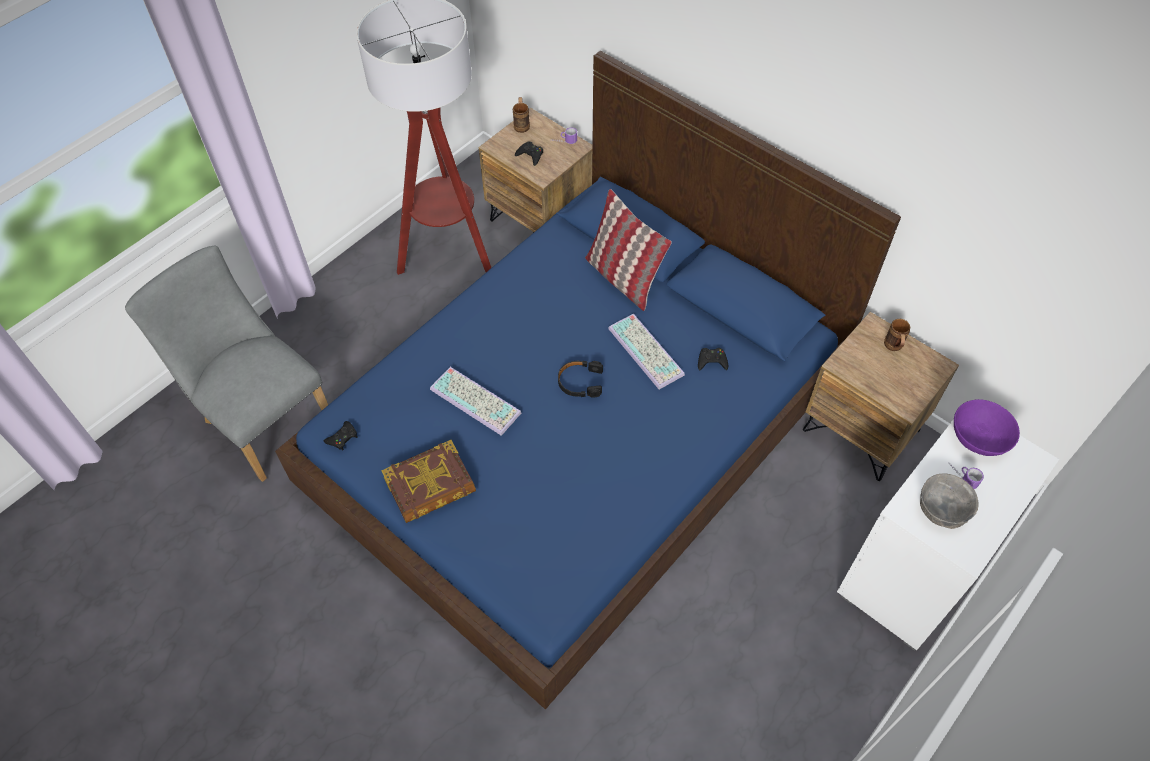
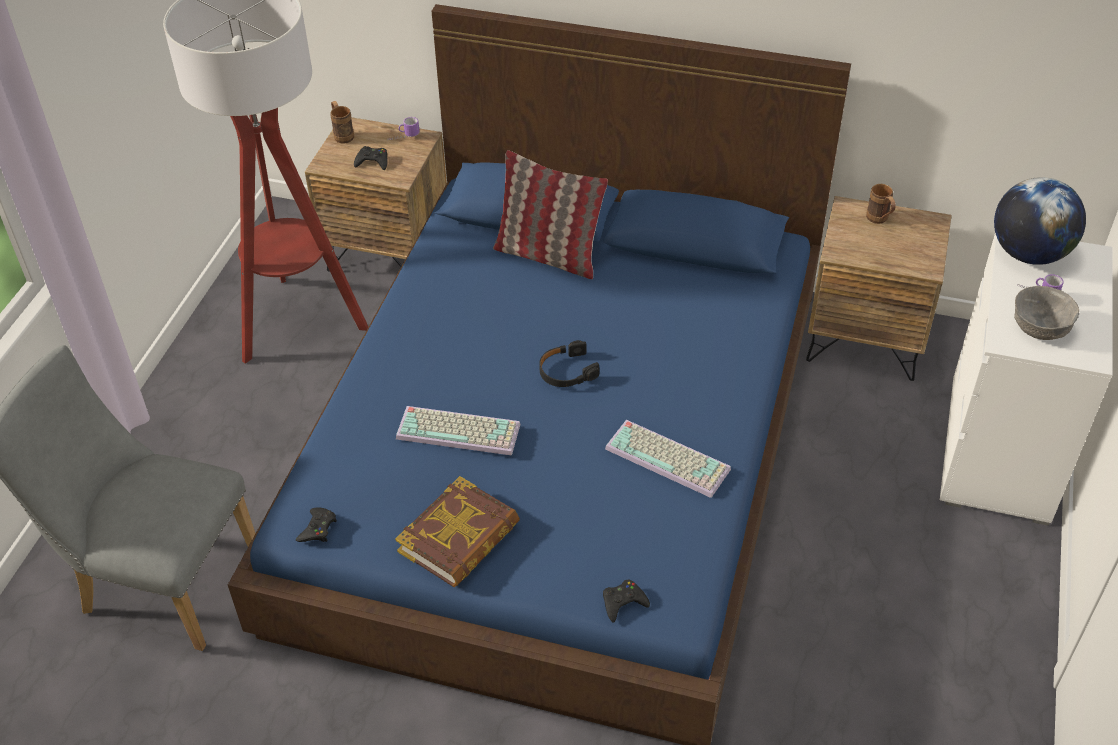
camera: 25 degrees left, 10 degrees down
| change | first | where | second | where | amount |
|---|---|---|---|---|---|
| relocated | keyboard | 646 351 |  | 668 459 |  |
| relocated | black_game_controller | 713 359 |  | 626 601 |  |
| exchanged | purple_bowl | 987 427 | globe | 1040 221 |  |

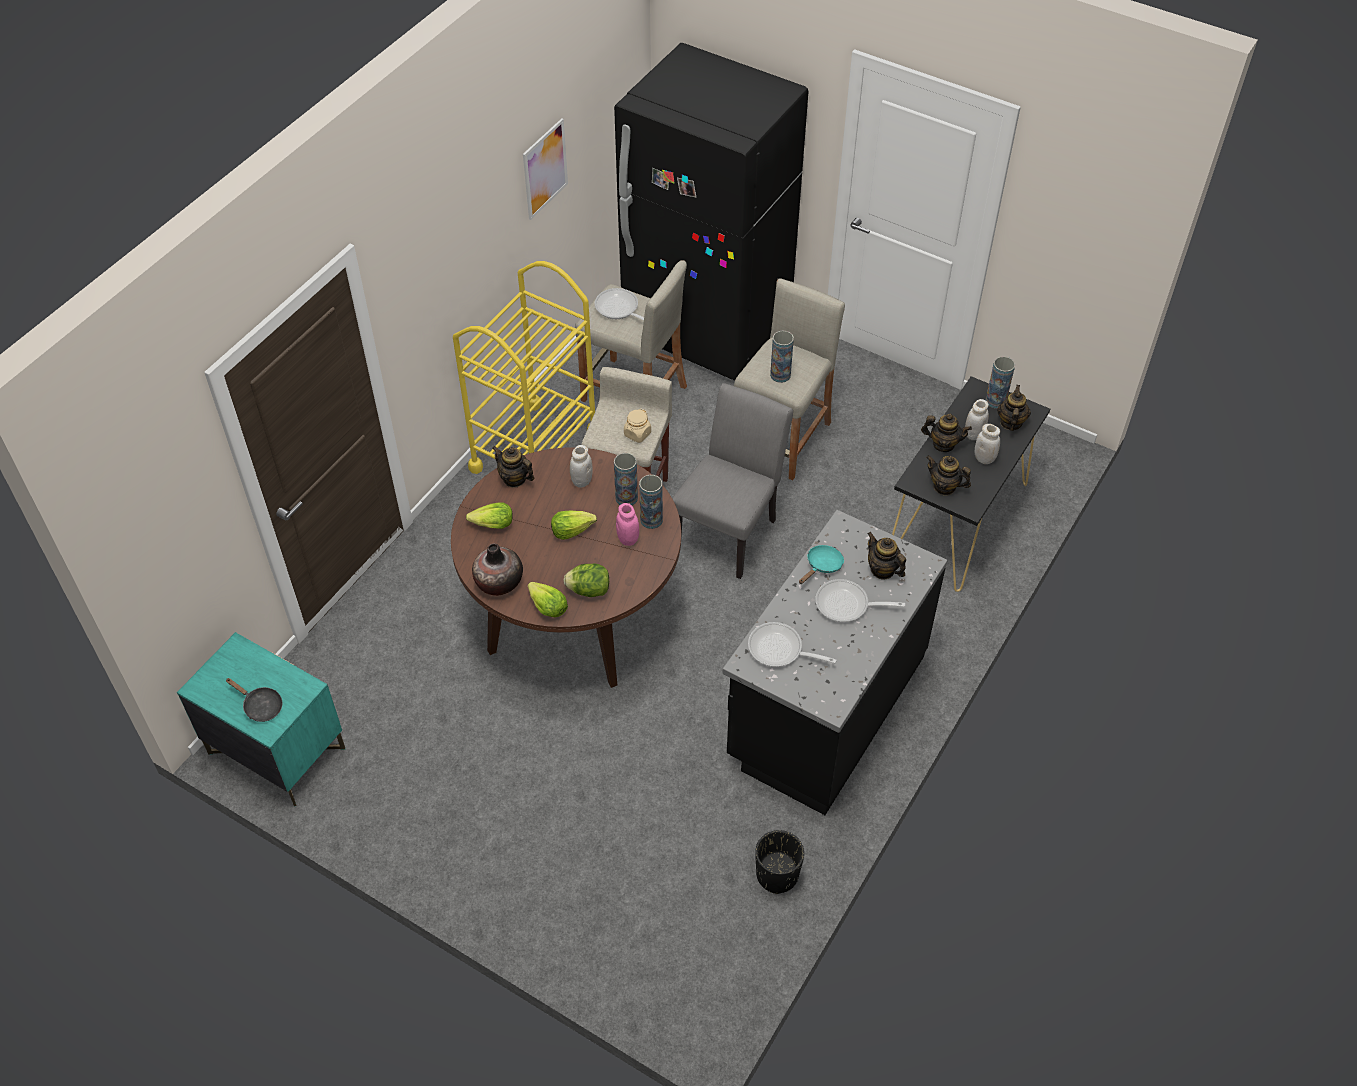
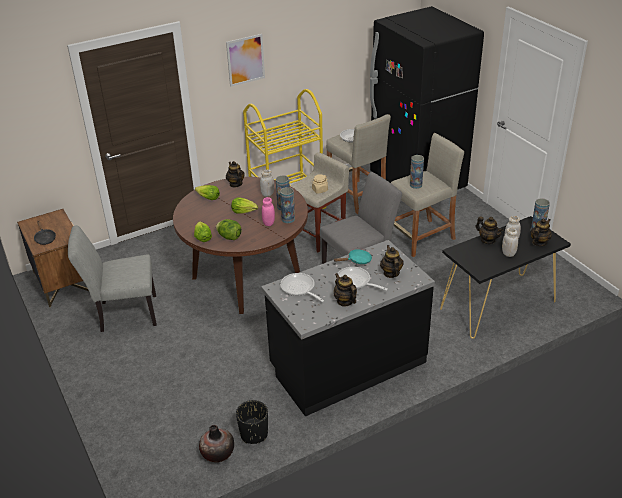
camera: 30 degrees right, 15 degrees down
| change | first | where | second | where | amount |
|---|---|---|---|---|---|
| colour | turquoise_nightstand | 261 719 | brown_nightstand | 53 258 |  |
| relocated | vase | 497 569 |  | 216 443 |  |
| relocated | picture | 545 169 |  | 245 60 |  |
| relocated | teapot | 948 475 |  | 345 290 |  |
| appeared |  |  | grey_chair | 112 278 |  |

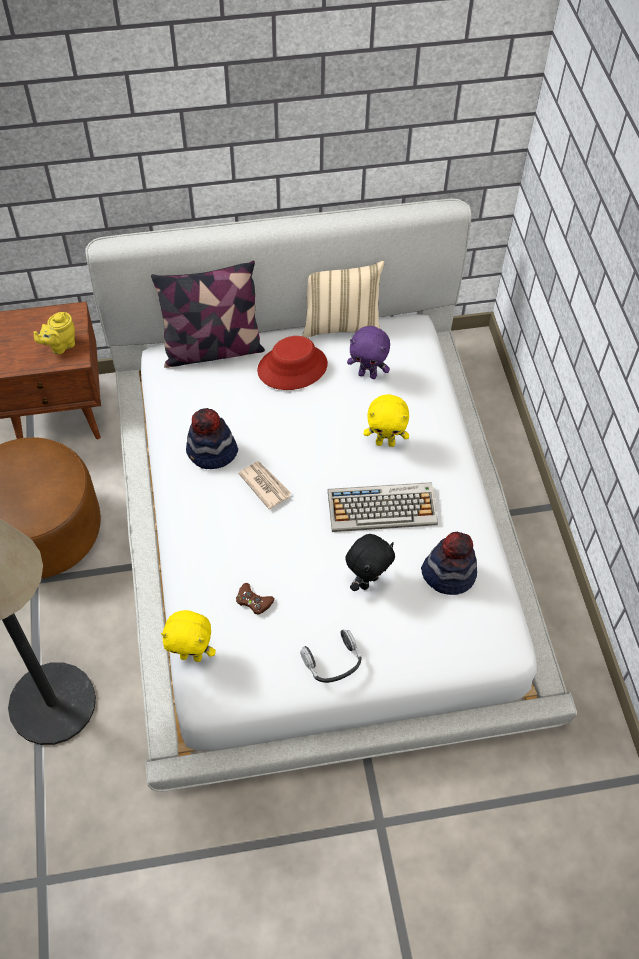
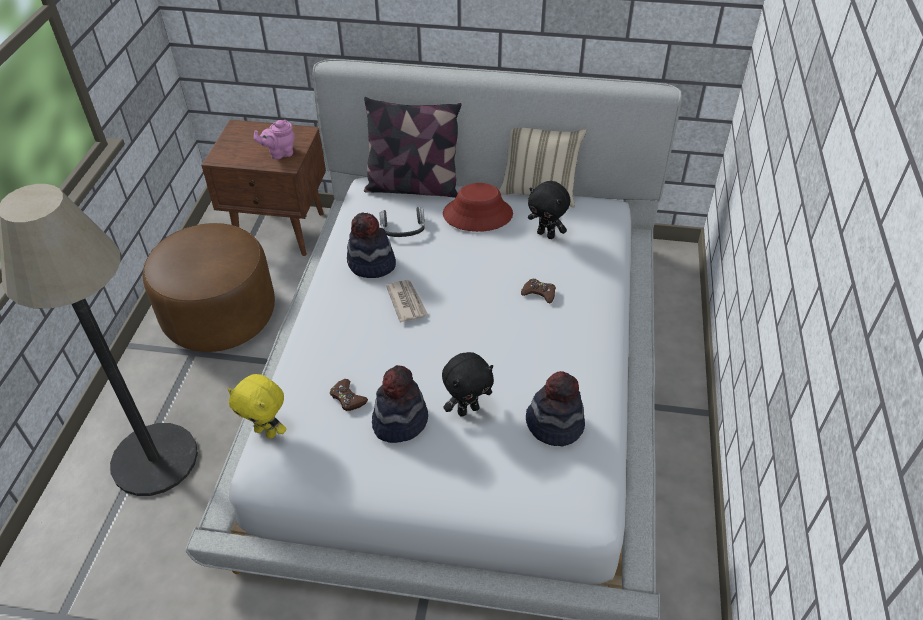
camera: 20 degrees right, 10 degrees down
| change | first | where | second | where | amount |
|---|---|---|---|---|---|
| colour | yellow_teapot | 54 333 | pink_teapot | 274 139 |  |
| relocated | headphones | 330 656 |  | 402 222 |  |
| missing | keyboard | 383 507 |  |  |  |
| colour | purple_plush_toy | 368 352 | black_plush_toy | 549 210 |  |
| exchanged | yellow_plush_toy | 386 420 | brown_game_controller | 538 291 |  |
| appeared |  |  | hat | 400 404 |  |

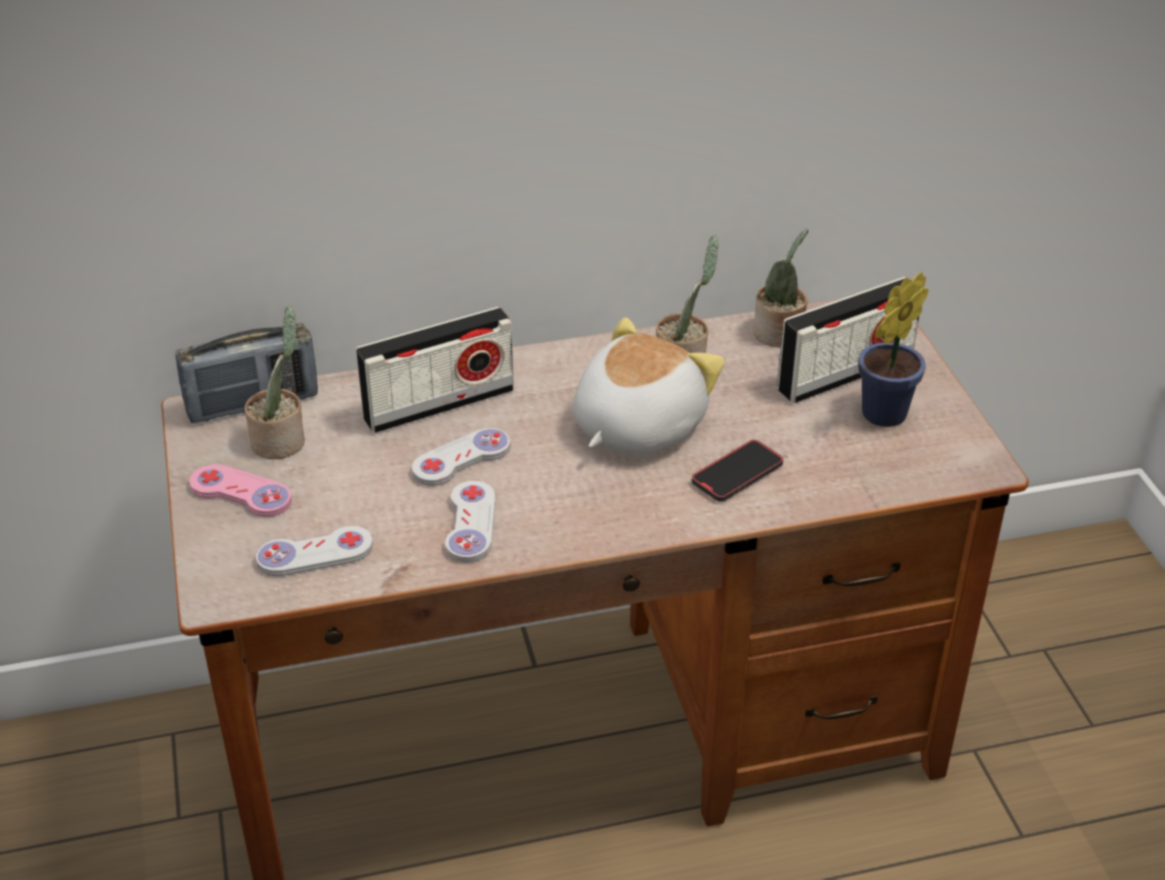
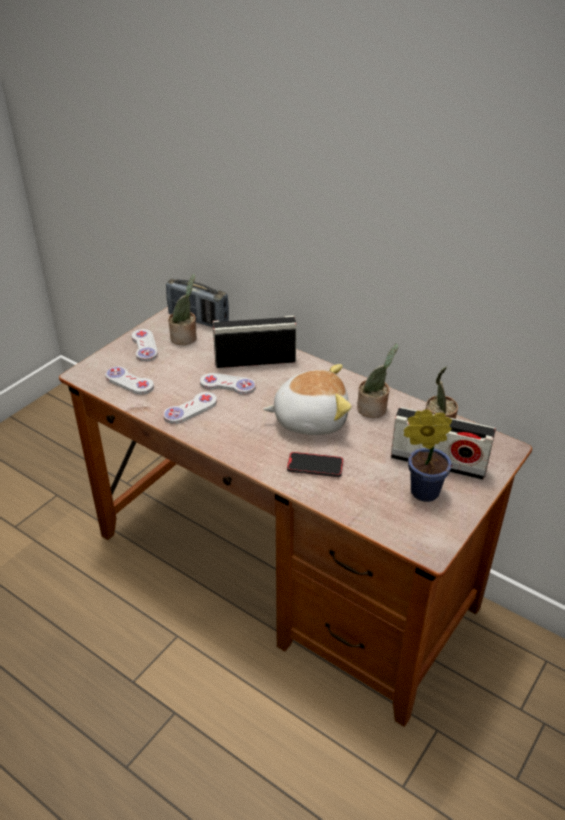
camera: 50 degrees right, 0 degrees up
| change | first | where | second | where | amount |
|---|---|---|---|---|---|
| colour | pink_game_controller | 240 491 | white_game_controller | 144 345 |  |
| spun | radio | 435 370 |  | 254 342 | 150 degrees clockwise |

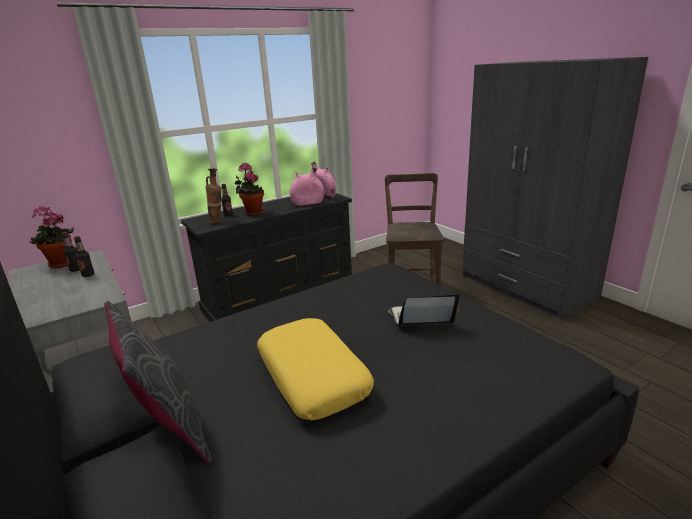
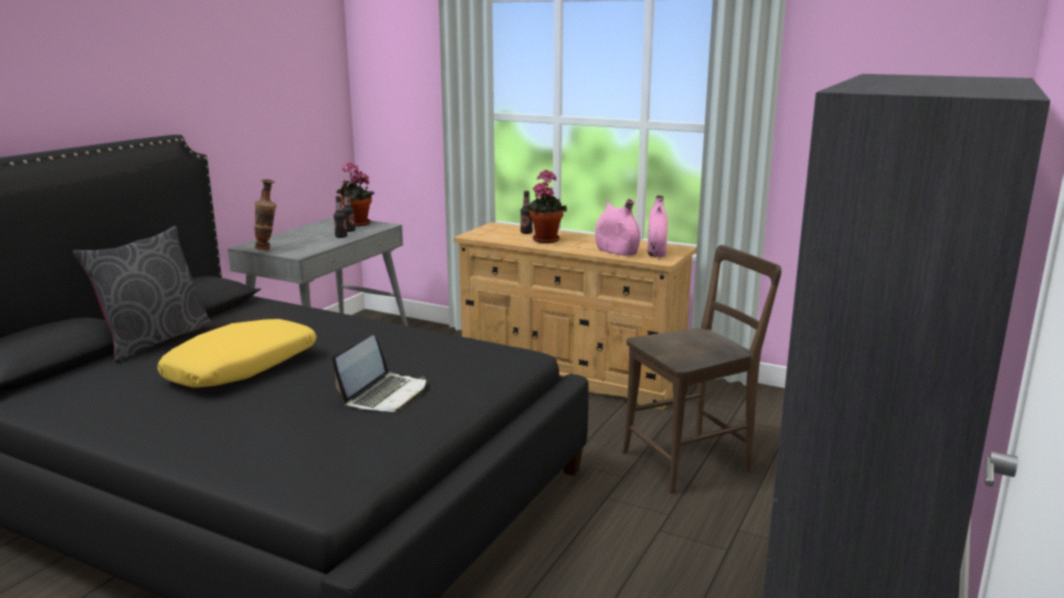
camera: 60 degrees right, 5 degrees down
| change | first | where | second | where | amount |
|---|---|---|---|---|---|
| colour | black_dresser | 266 257 | beige_dresser | 575 316 |  |
| relocated | vase | 213 195 |  | 266 214 |  |
| spun | laptop | 424 309 |  | 379 373 | 60 degrees clockwise |

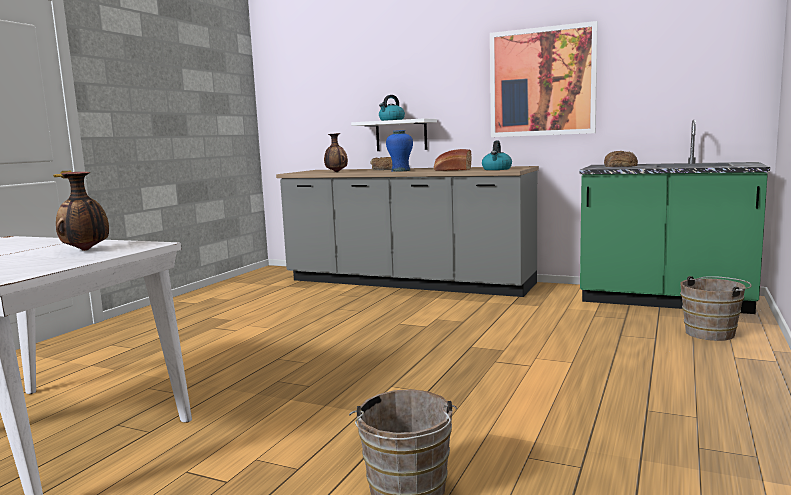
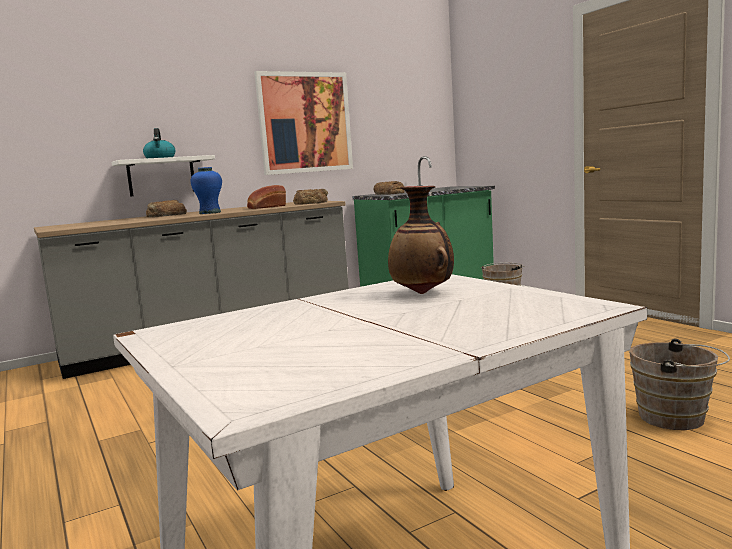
camera: 55 degrees left, 0 degrees up
| change | first | where | second | where | amount |
|---|---|---|---|---|---|
| missing | vase | 336 152 |  |  |  |
| exchanged | kettle | 497 155 | bread | 310 197 |  |

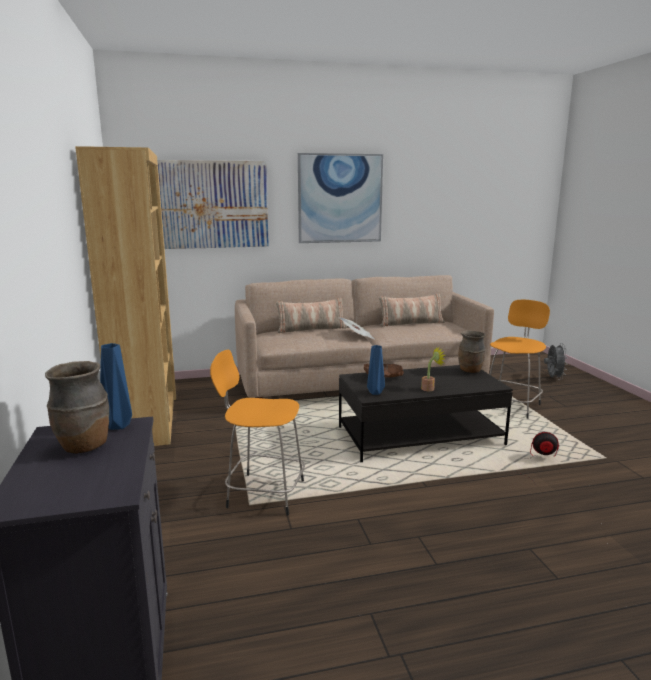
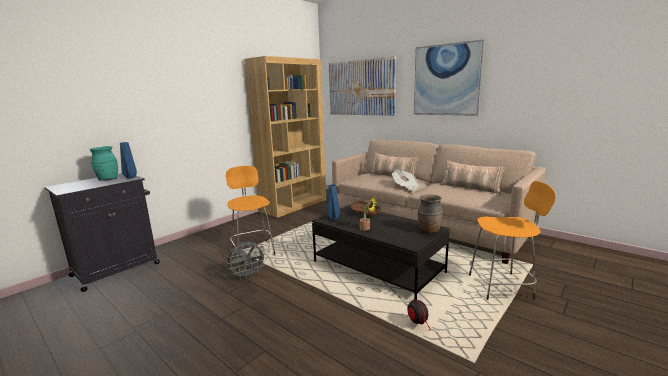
camera: 55 degrees right, 0 degrees up
| change | first | where | second | where | amount |
|---|---|---|---|---|---|
| colour | brown_vase | 77 407 | turquoise_vase | 104 163 |  |
| relocated | grey_fan | 555 361 |  | 247 260 |  |

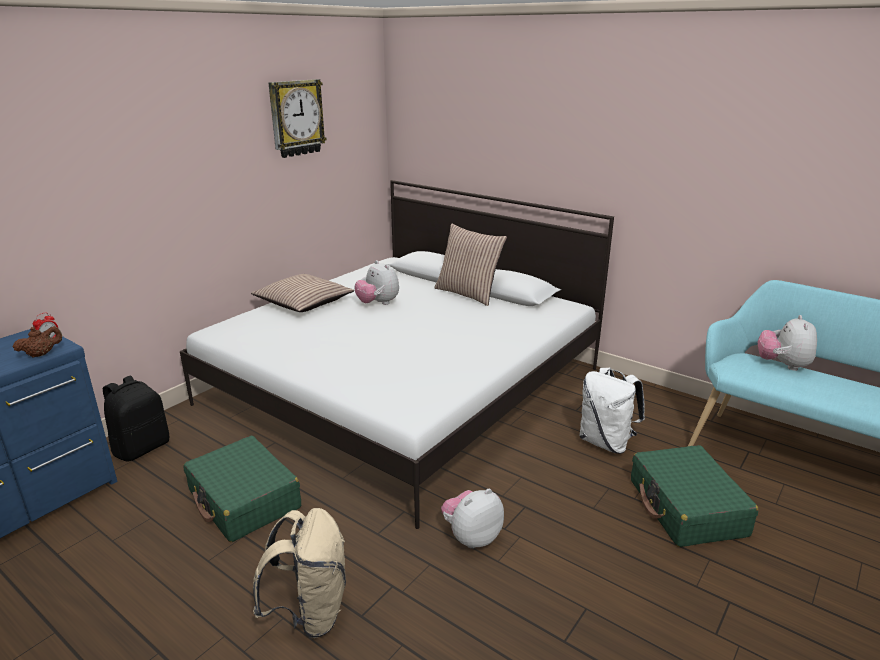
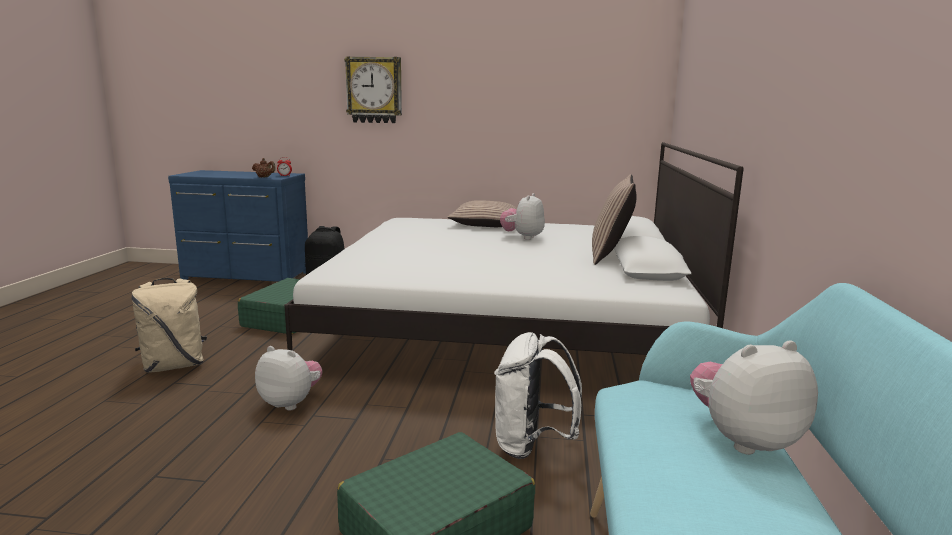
camera: 60 degrees right, 10 degrees down
| change | first | where | second | where | amount |
|---|---|---|---|---|---|
| relocated | wall_clock | 297 118 |  | 373 89 |  |

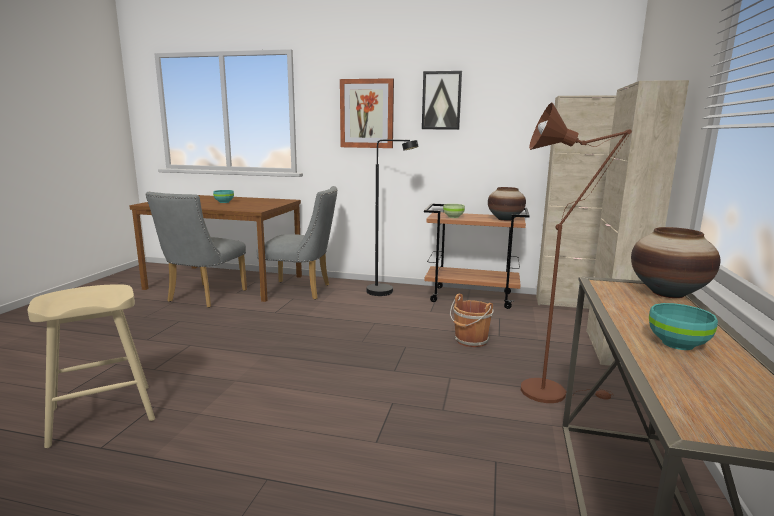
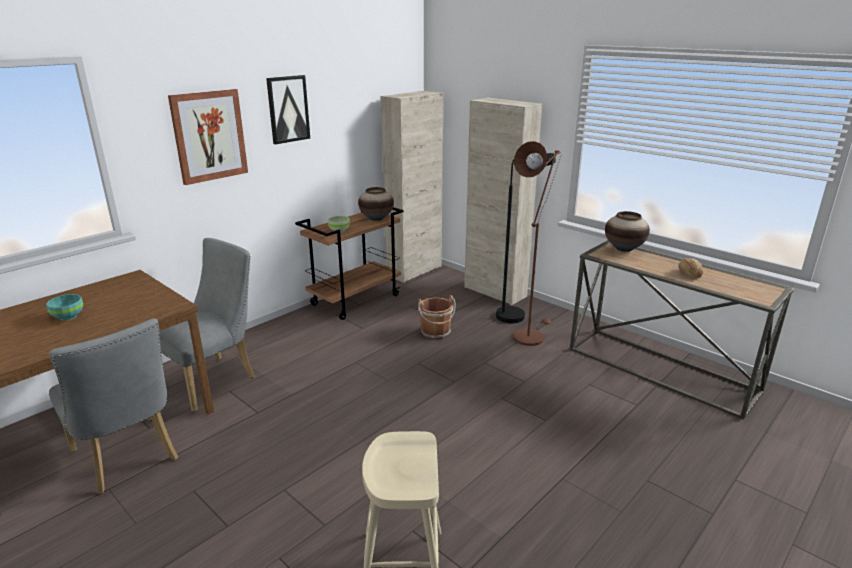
camera: 60 degrees left, 10 degrees up
| change | first | where | second | where | amount |
|---|---|---|---|---|---|
| relocated | black_floor_lamp | 392 218 |  | 526 238 |  |
| exchanged | turquoise_bowl | 683 326 | bread | 690 268 |  |

